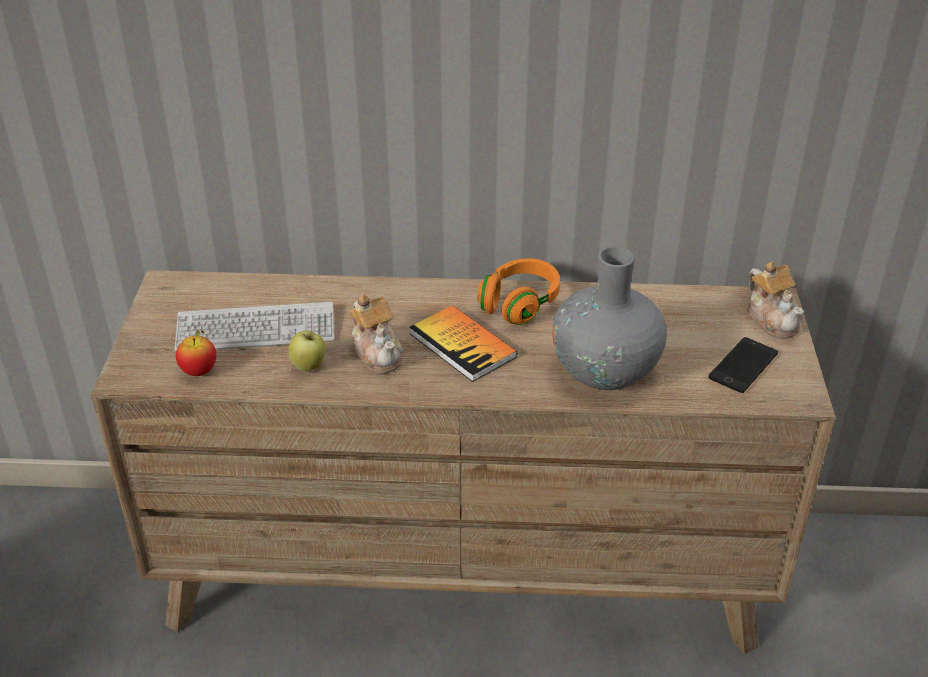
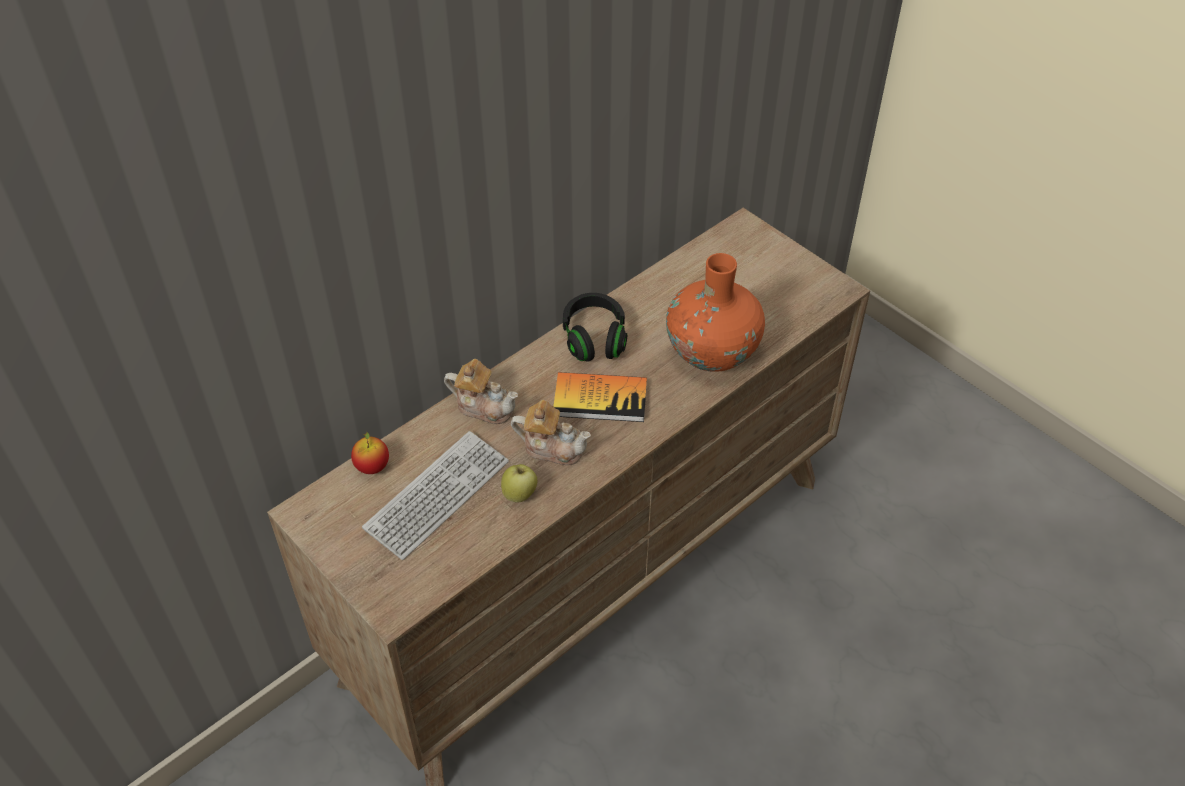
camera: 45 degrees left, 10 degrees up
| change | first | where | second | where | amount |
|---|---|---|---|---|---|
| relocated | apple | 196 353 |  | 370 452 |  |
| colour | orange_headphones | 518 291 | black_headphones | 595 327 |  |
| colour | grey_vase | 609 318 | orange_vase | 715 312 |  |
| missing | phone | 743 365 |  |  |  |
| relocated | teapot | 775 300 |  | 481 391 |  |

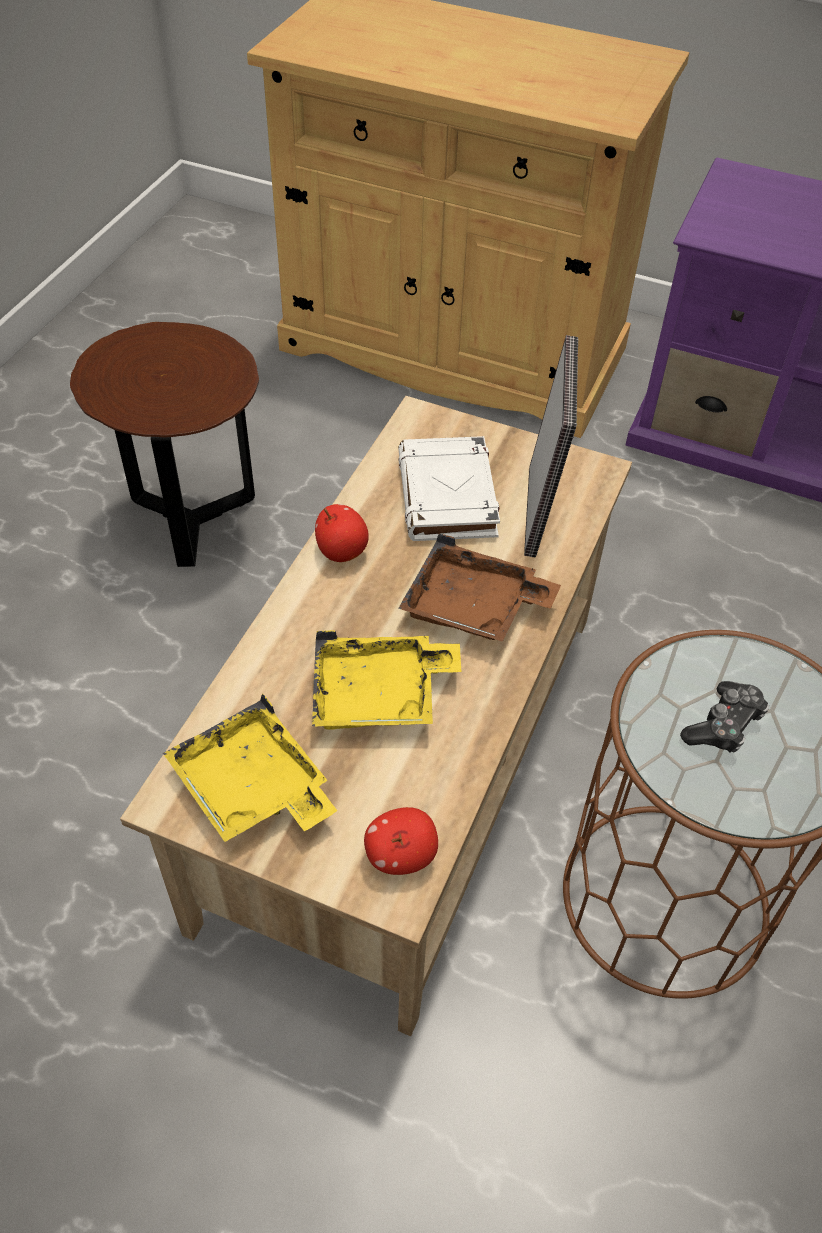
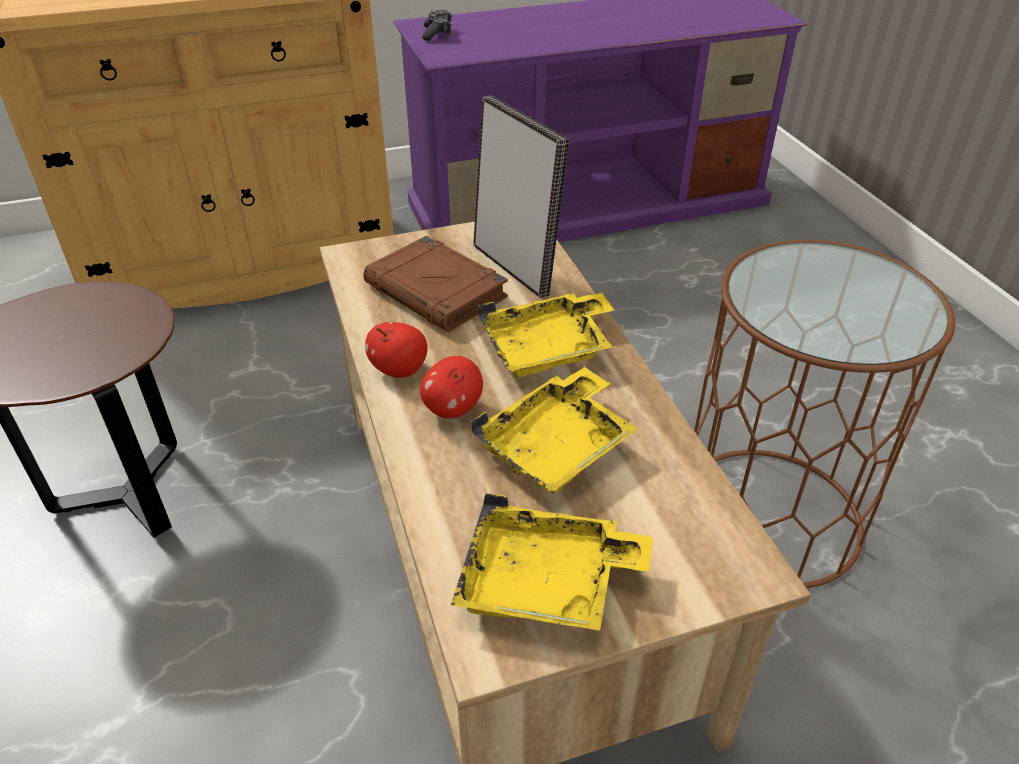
camera: 40 degrees left, 10 degrees down
| change | first | where | second | where | amount |
|---|---|---|---|---|---|
| relocated | apple | 401 841 |  | 451 387 |  |
| colour | white_book | 449 488 | brown_book | 435 284 |  |
| colour | brown_tray | 479 587 | yellow_tray | 546 335 |  |
| relocated | game_controller | 724 717 |  | 437 25 |  |

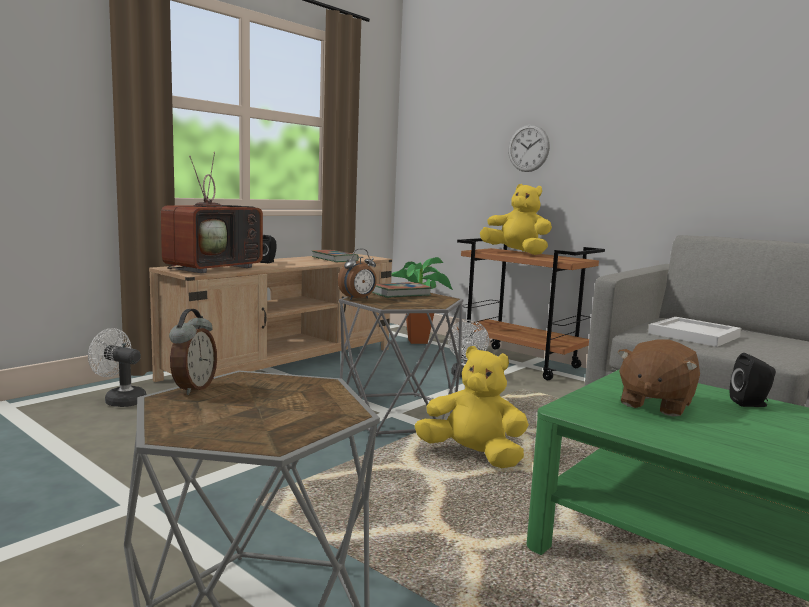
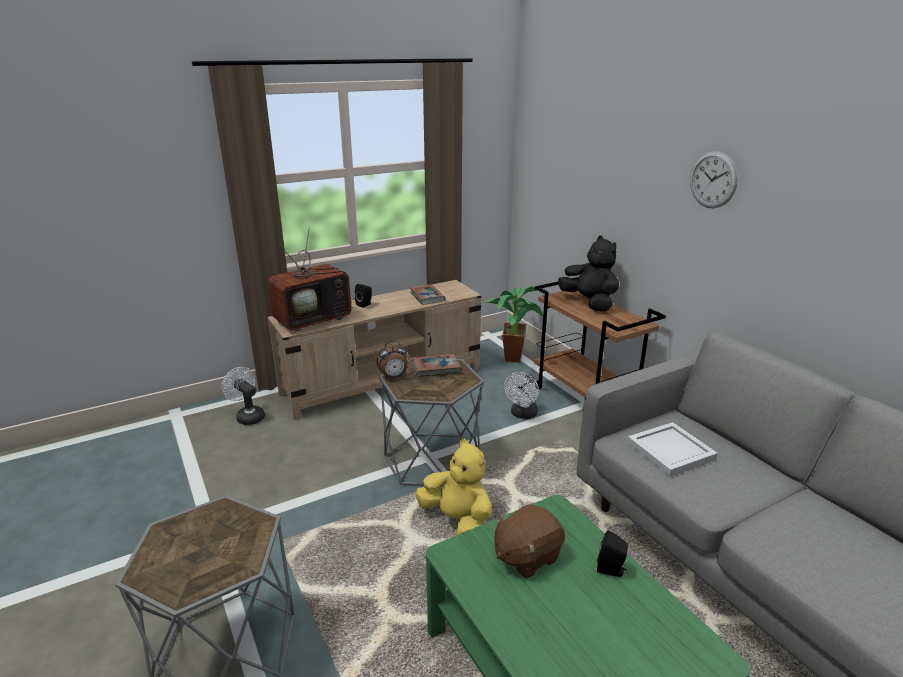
camera: 20 degrees right, 15 degrees up
| change | first | where | second | where | amount |
|---|---|---|---|---|---|
| missing | alarm_clock | 193 352 |  |  |  |
| colour | yellow_plush_toy | 516 219 | black_plush_toy | 588 273 |  |
| relocated | wall_clock | 529 148 |  | 714 179 |  |

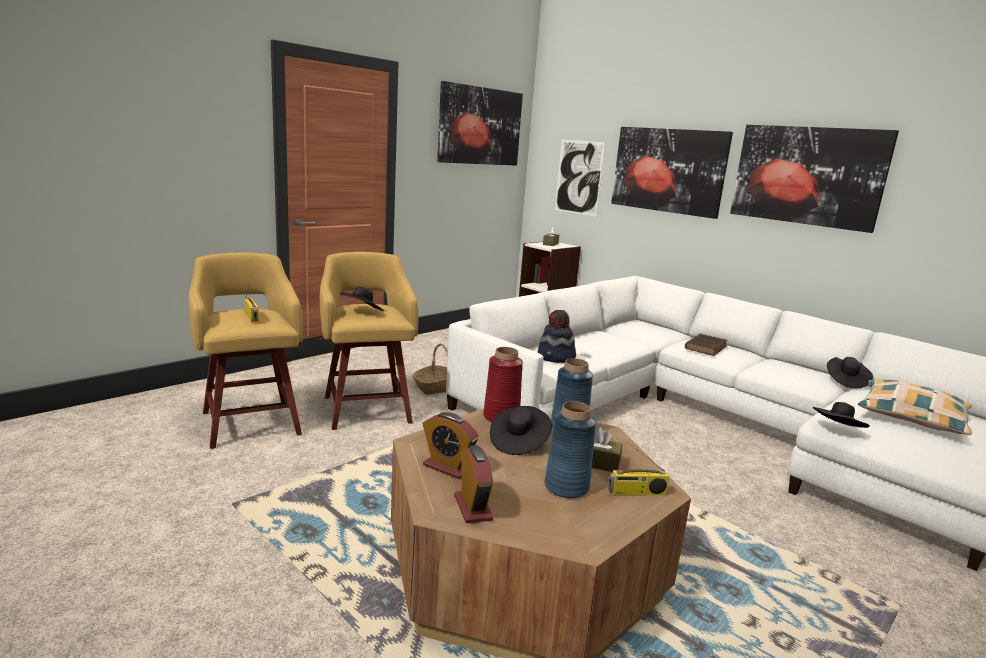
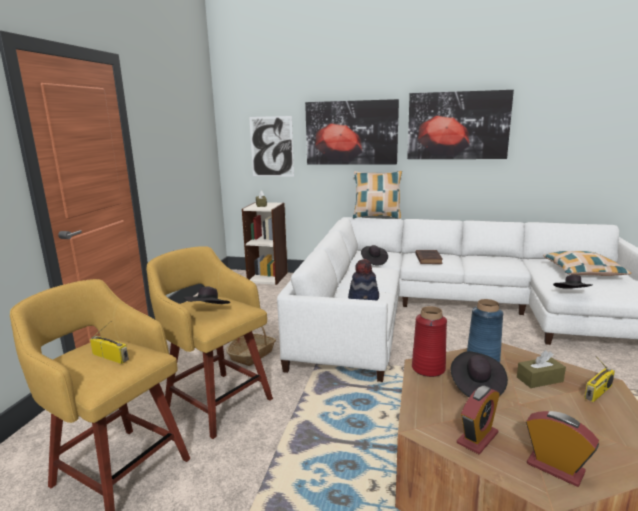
camera: 30 degrees left, 0 degrees up
| change | first | where | second | where | amount |
|---|---|---|---|---|---|
| spun | alarm_clock | 450 445 |  | 478 420 | 45 degrees counterclockwise |
| missing | picture | 480 123 |  |  |  |
| missing | blue_vase | 570 449 |  |  |  |
| relocated | black_hat | 850 373 |  | 374 255 |  |
| appeared |  |  | pillow | 377 195 |  |

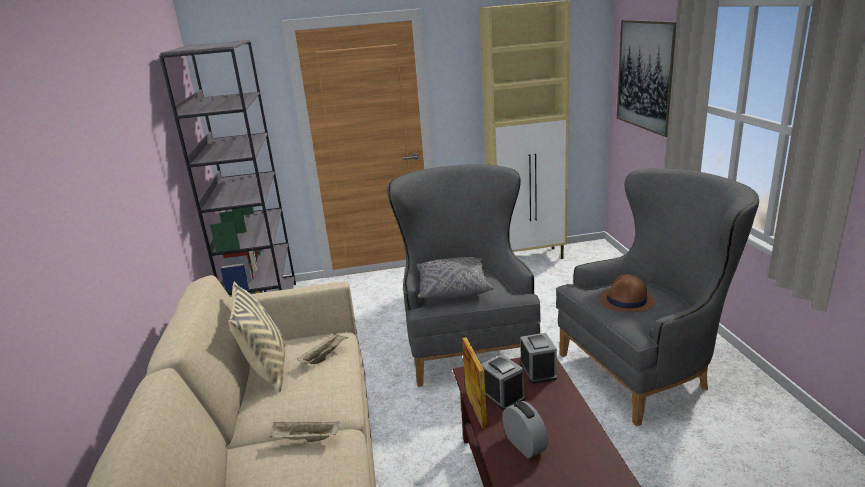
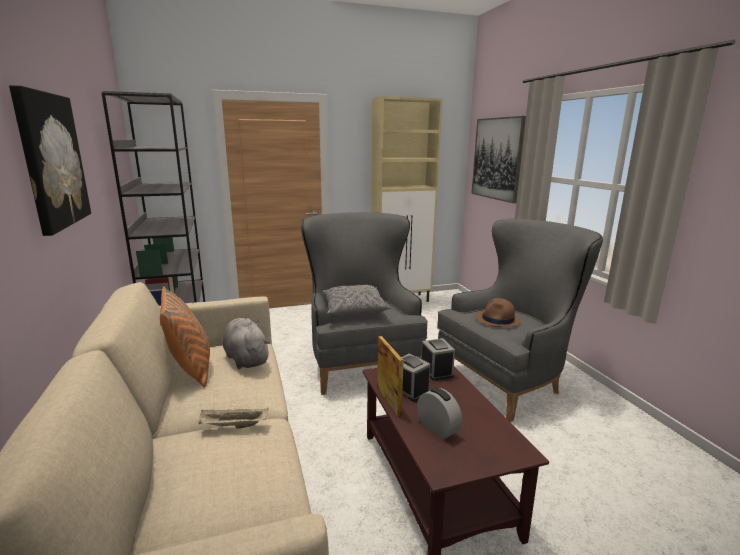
camera: 10 degrees left, 5 degrees down
| change | first | where | second | where | amount |
|---|---|---|---|---|---|
| colour | beige_pillow | 257 336 | orange_pillow | 185 337 |  |
| exchanged | beige_tray | 322 349 | grey_plush_toy | 246 343 |  |
| appeared |  |  | picture | 50 160 |  |

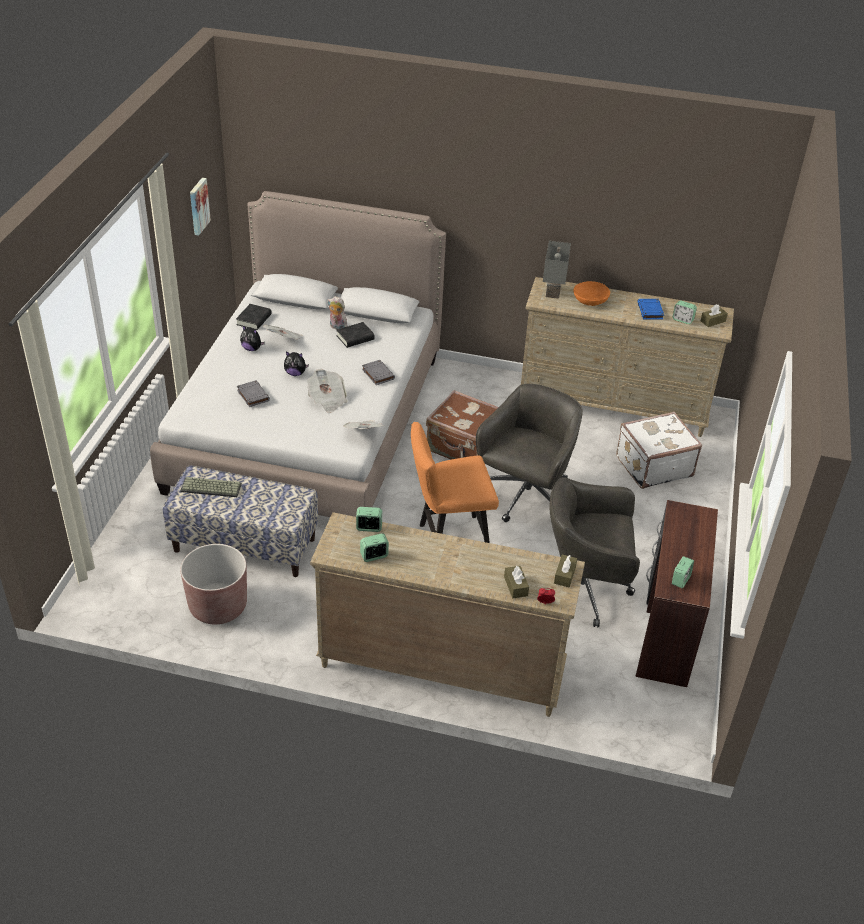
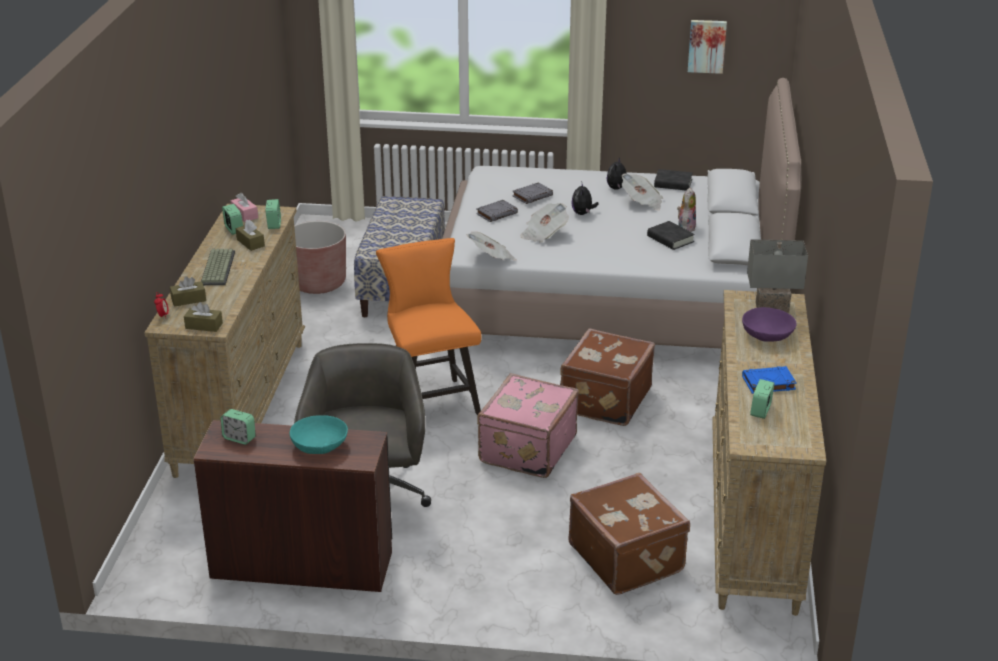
camera: 85 degrees right, 10 degrees down
| change | first | where | second | where | amount |
|---|---|---|---|---|---|
| relocated | keyboard | 211 487 |  | 218 267 |  |
| relocated | grey_book | 378 372 |  | 497 211 |  |
| exchanged | grey_office_chair | 529 453 | pink_suitcase | 528 425 |  |
| colour | orange_bowl | 591 293 | purple_bowl | 769 324 |  |
| colour | white_suitcase | 659 450 | brown_suitcase | 629 534 |  |
| relocated | brown_tissue_box | 714 315 |  | 250 235 |  |
| appeared |  |  | pink_tissue_box | 244 207 |  |
| appeared |  |  | turquoise_bowl | 319 434 |  |

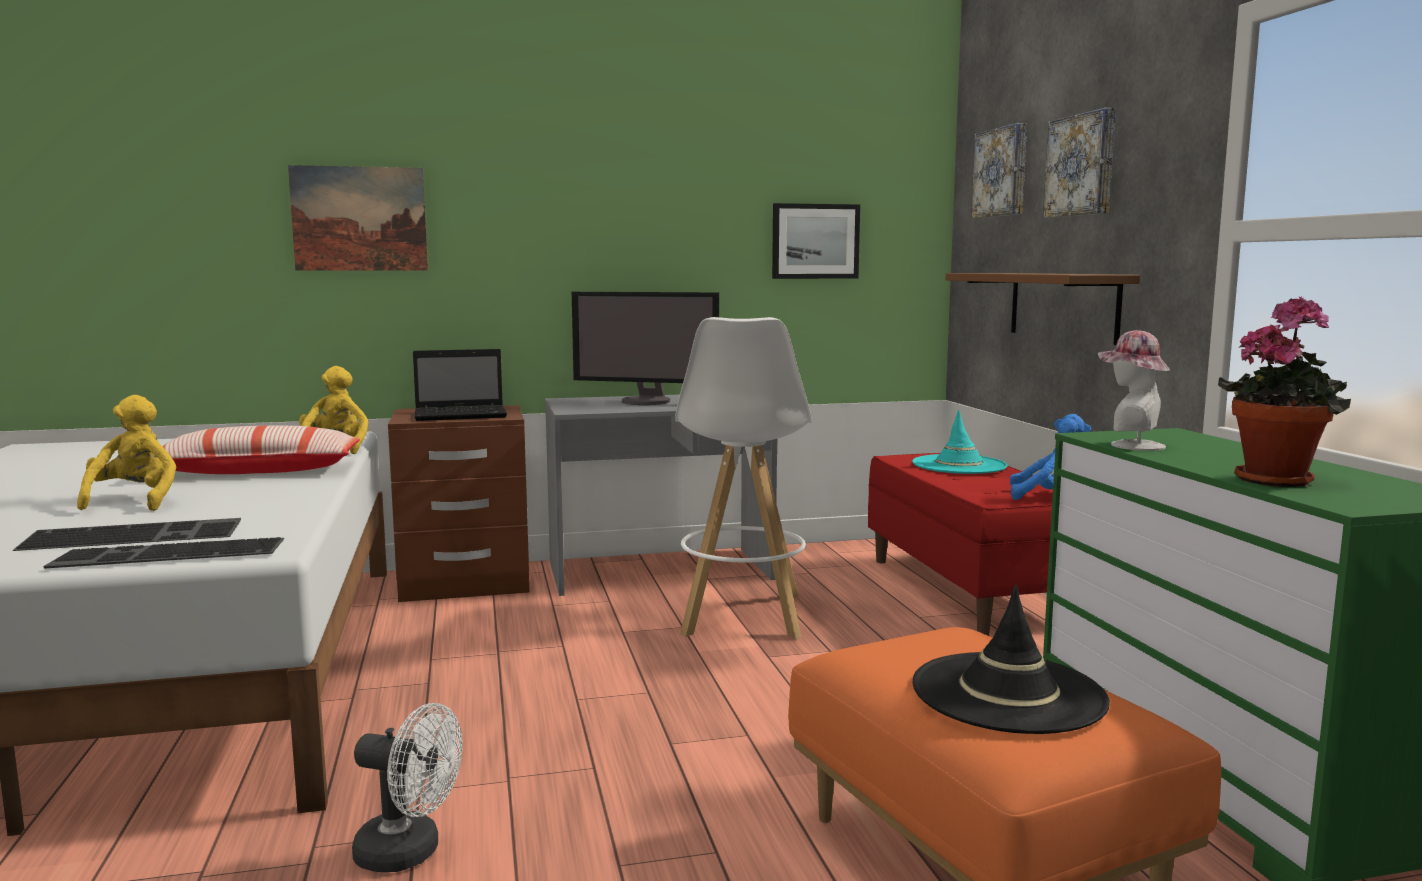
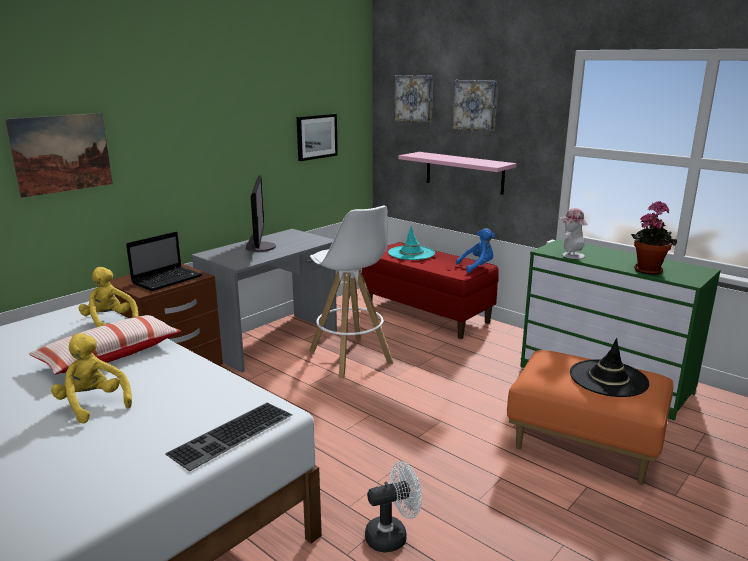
camera: 35 degrees left, 10 degrees up
| change | first | where | second | where | amount |
|---|---|---|---|---|---|
| missing | keyboard | 127 534 |  |  |  |
| spun | monitor | 645 348 |  | 260 213 | 75 degrees counterclockwise |
| colour | brown_shelf | 1042 309 | pink_shelf | 457 173 |  |

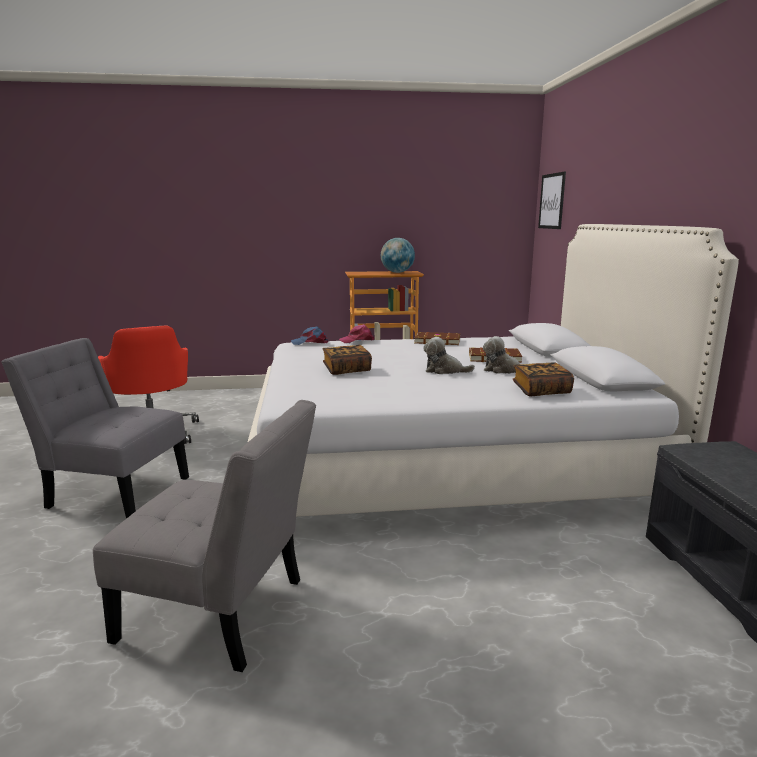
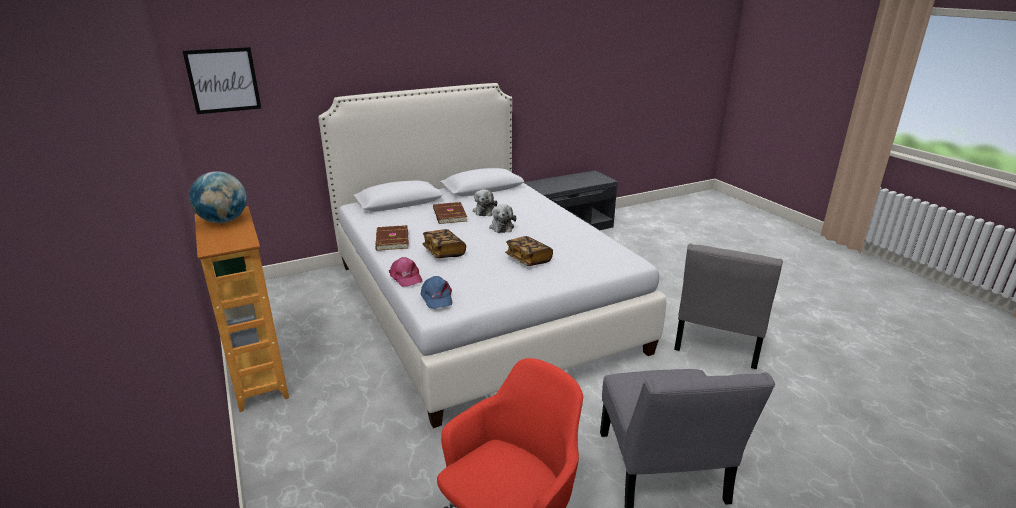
camera: 110 degrees left, 10 degrees up
| change | first | where | second | where | amount |
|---|---|---|---|---|---|
| spun | grey_chair | 204 536 |  | 728 306 | 150 degrees counterclockwise |
| relocated | book | 543 379 |  | 444 243 |  |

